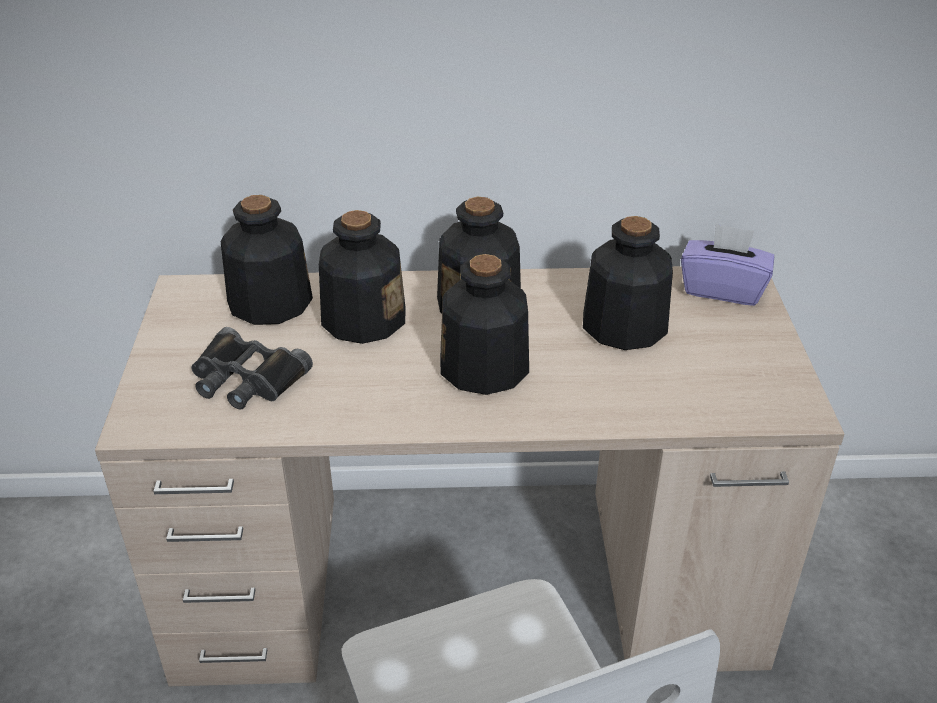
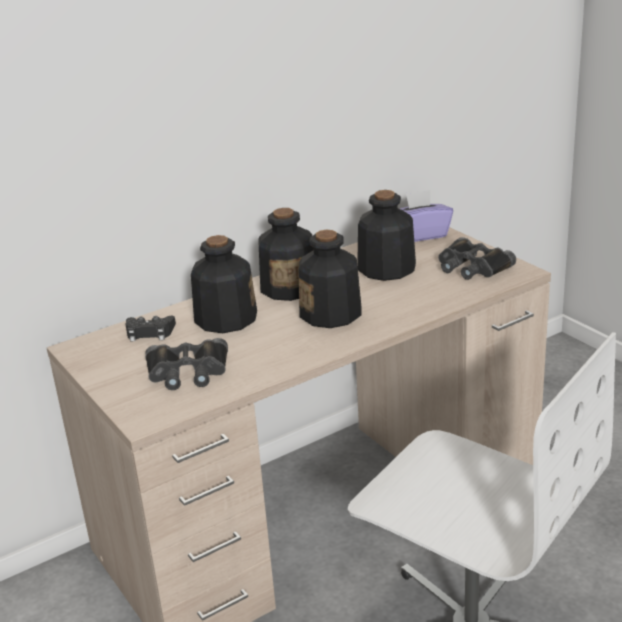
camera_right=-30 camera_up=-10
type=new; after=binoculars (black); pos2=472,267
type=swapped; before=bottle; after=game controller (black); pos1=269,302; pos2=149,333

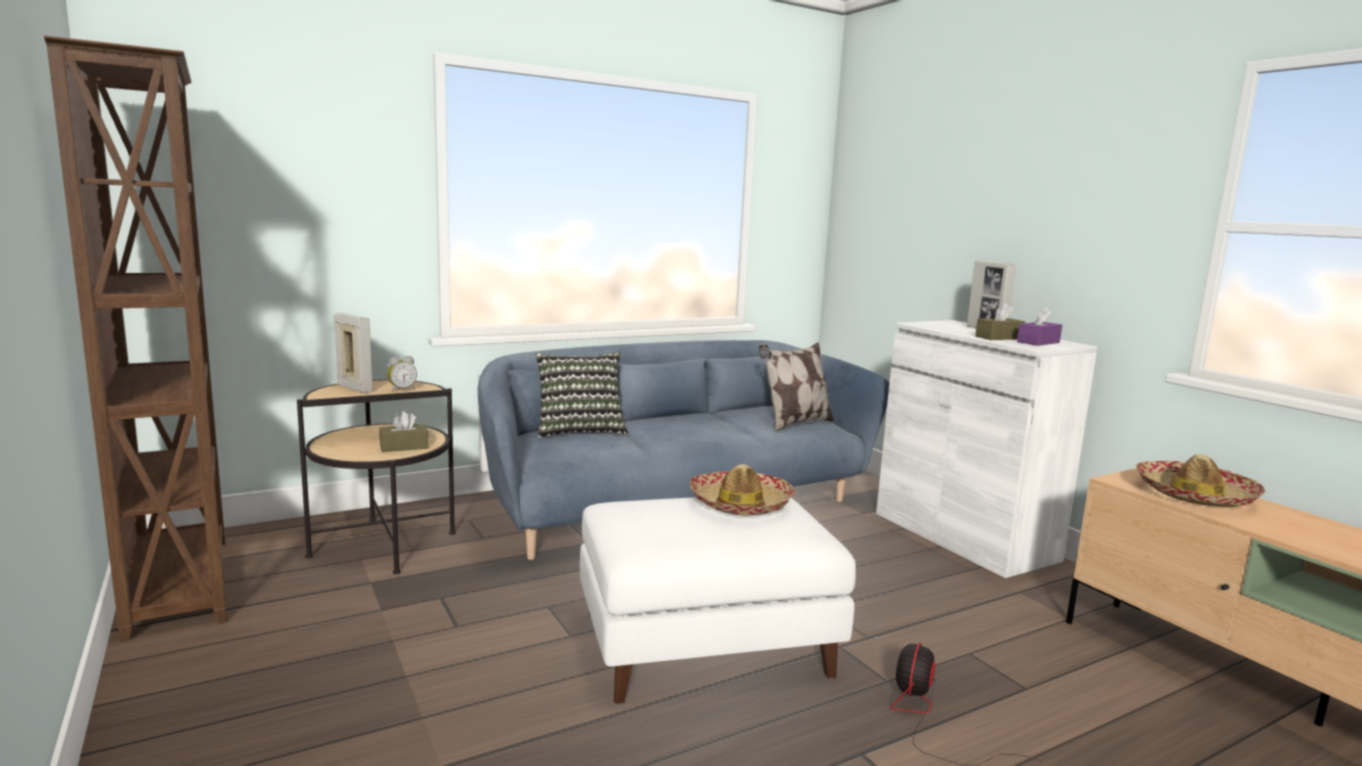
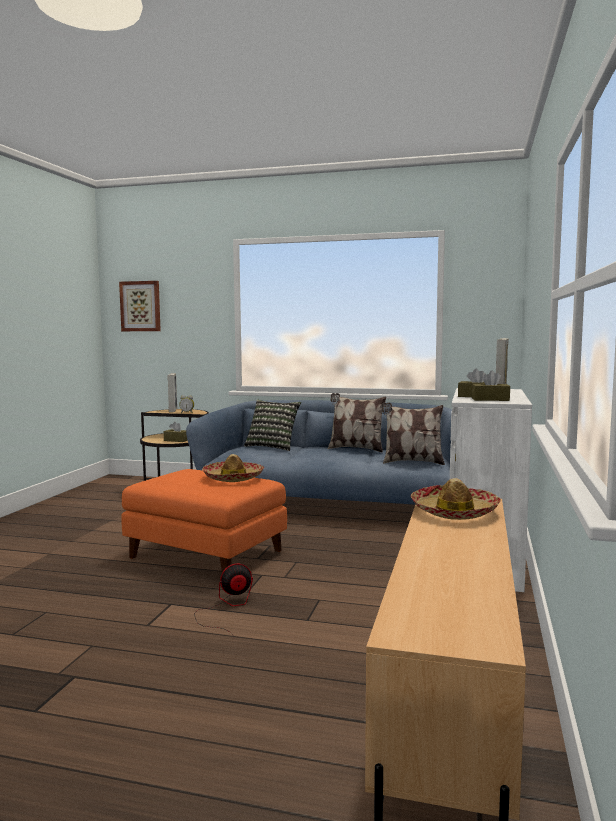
camera_right=45 camera_up=-5
type=gone; before=bookcase (brown); pos1=182,584
type=new; after=picture; pos2=140,306
type=new; after=pillow; pos2=355,449
type=repainted; before=ottoman (white); after=ottoman (orange); pos1=707,644; pos2=208,555
type=repainted; before=tissue box (purple); after=tissue box (brown); pos1=1038,342; pos2=490,399

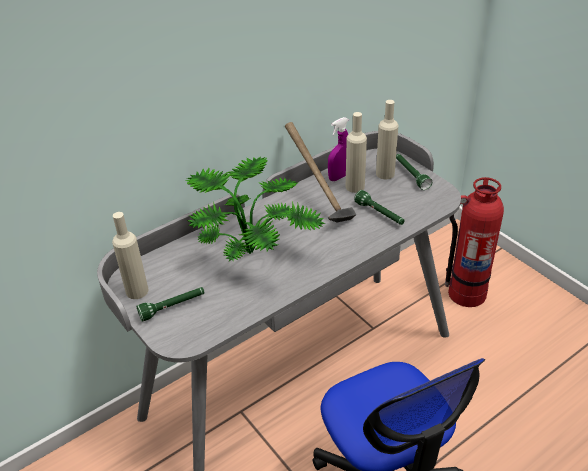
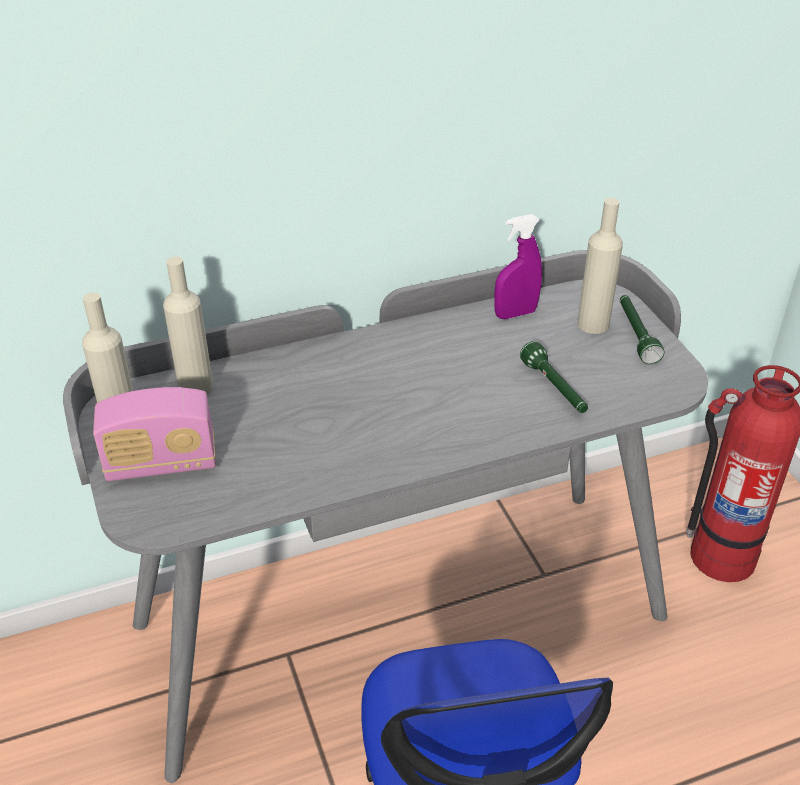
camera_right=15 camera_up=0
type=gone; before=potted plant; pos1=253,247
type=gone; before=hammer; pos1=318,204
type=shifted; before=bottle (beige); pos1=355,186; pos2=196,387
type=swapped; before=flashlight (green); after=radio; pos1=173,307; pos2=161,464

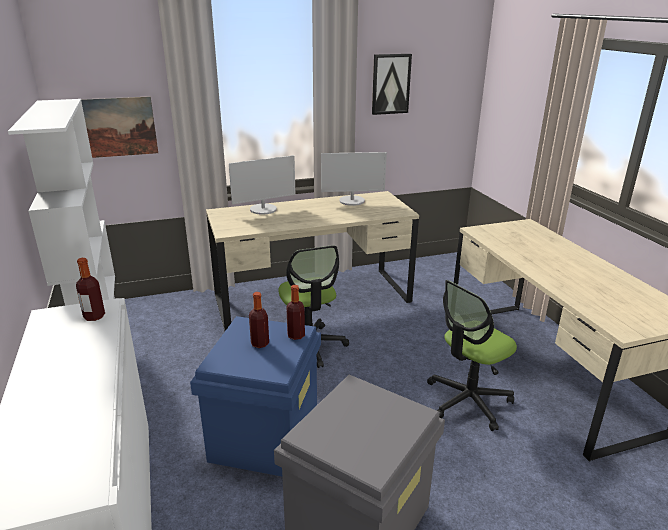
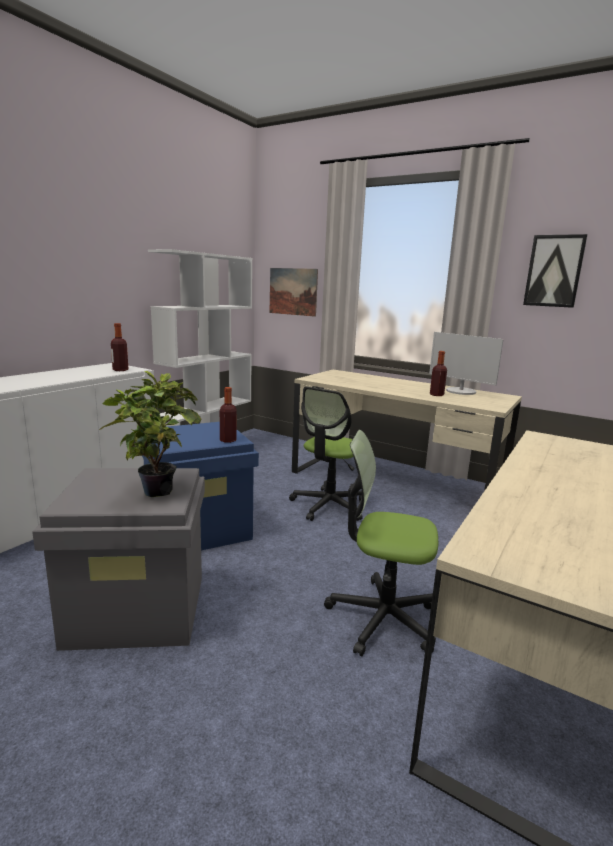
camera_right=50 camera_up=-10
type=gone; before=monitor; pos1=263,209
type=new; after=potted plant; pos2=156,489
type=shifted; before=bottle; pos1=260,343; pos2=436,395

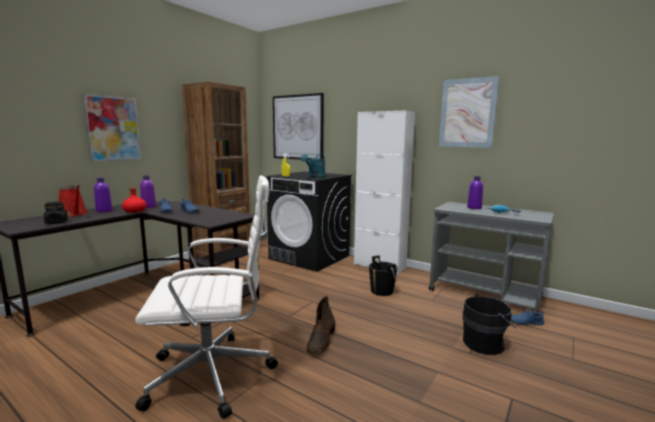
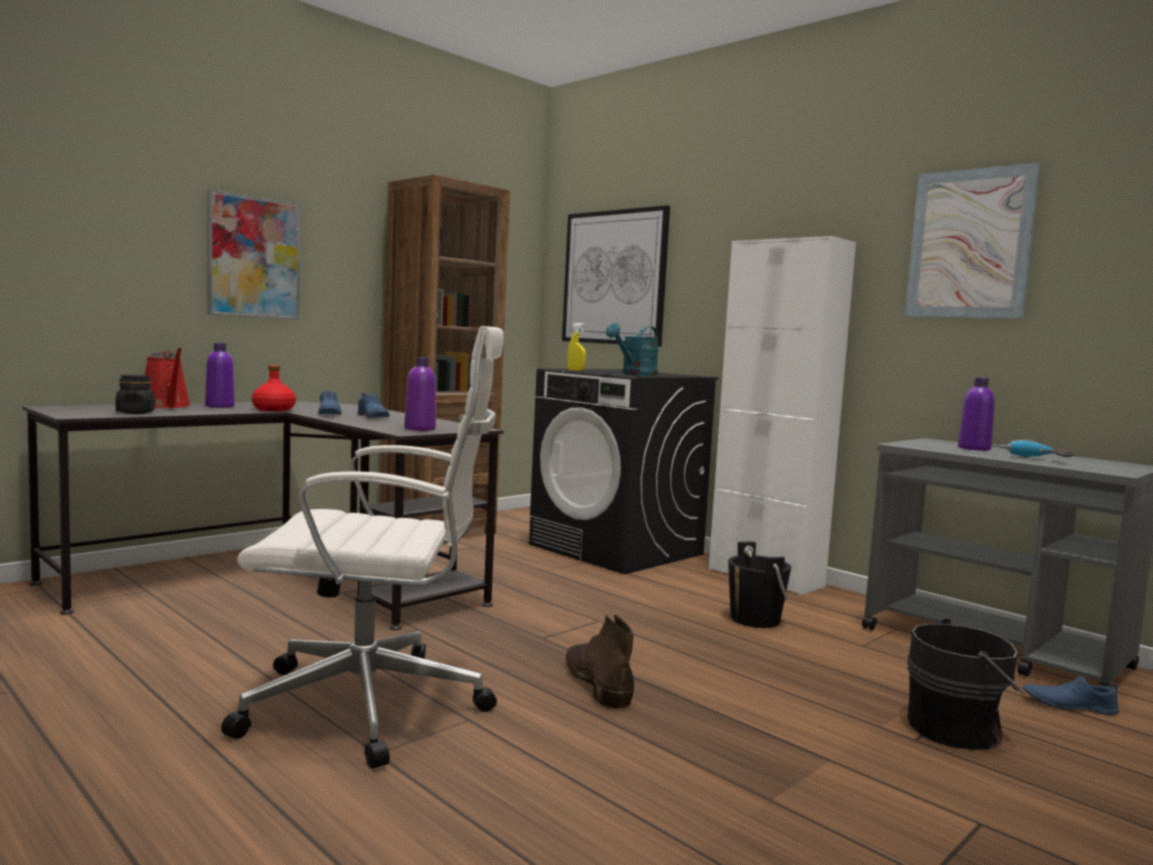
camera_right=10 camera_up=-5
type=shifted; before=bottle (purple); pos1=148,206; pos2=419,429
type=rotated; before=boot (brown); pos1=321,341; pos2=596,683; turn=135

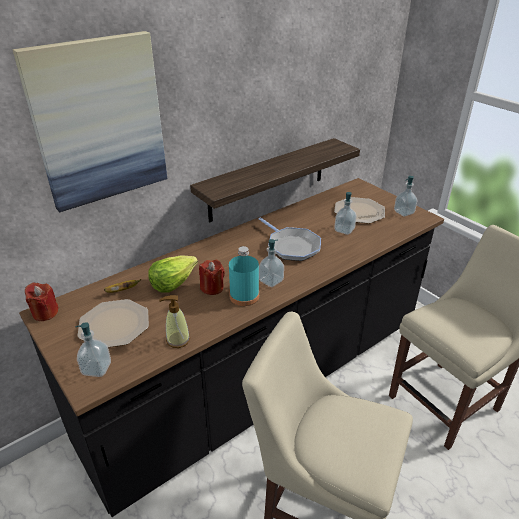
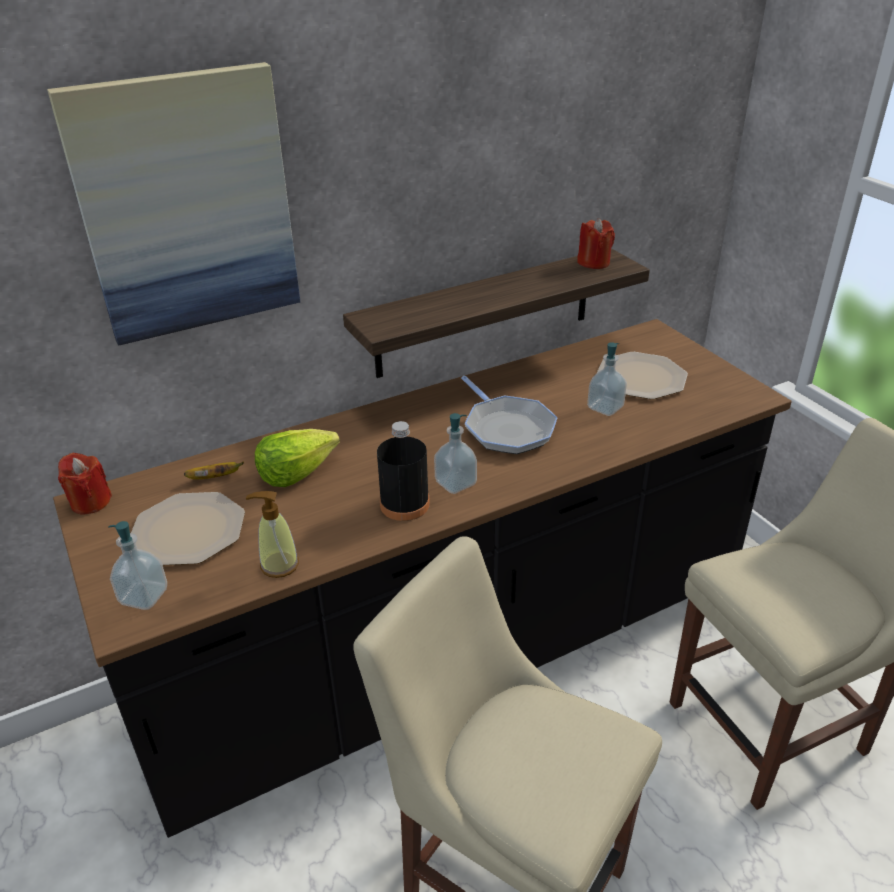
camera_right=10 camera_up=0
type=gone; before=soap dispenser; pos1=404,212
type=shifted; before=candle (red); pos1=212,288; pos2=594,263
type=repainted; before=bottle (turquoise); after=bottle (black); pos1=244,296; pos2=404,504

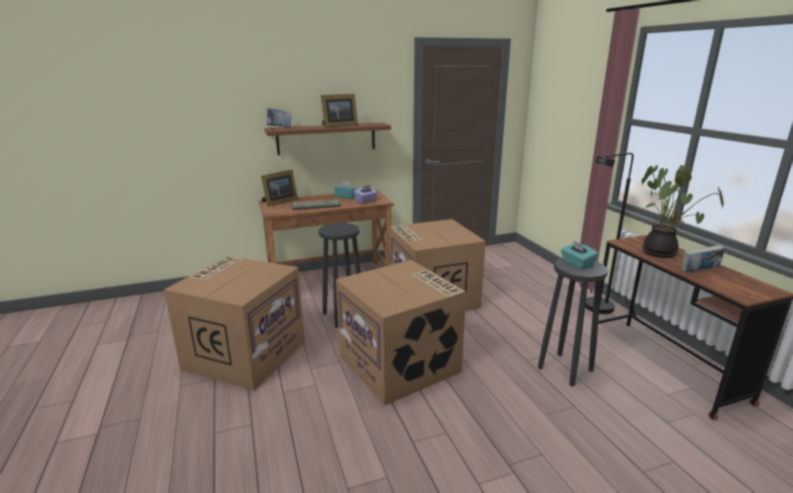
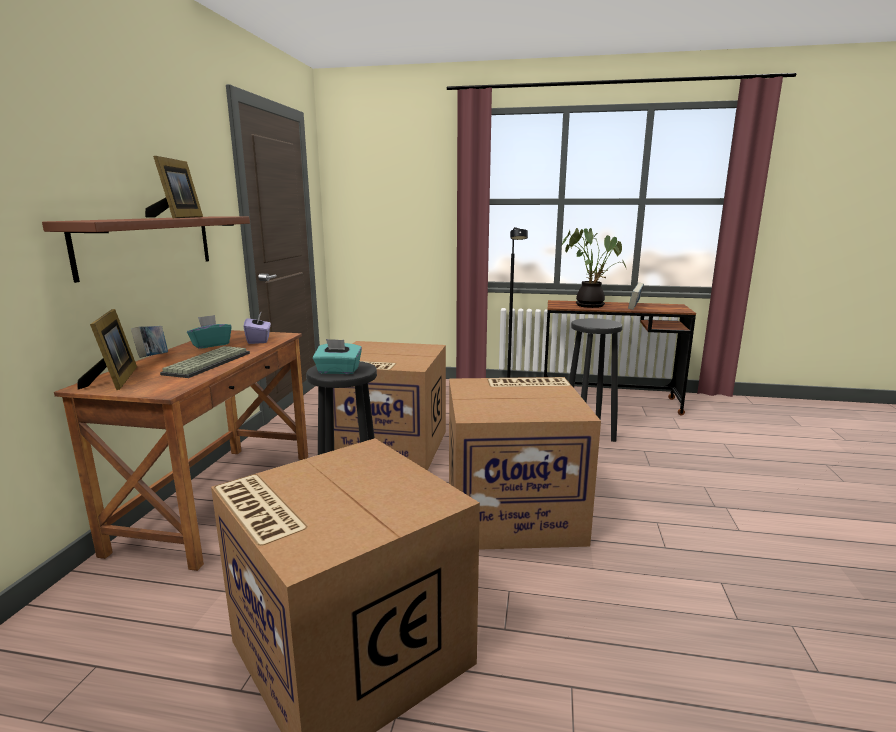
camera_right=-60 camera_up=-5
type=shifted; before=book; pos1=279,128; pos2=153,358
type=shifted; before=tissue box (turquoise); pos1=577,264; pos2=338,371

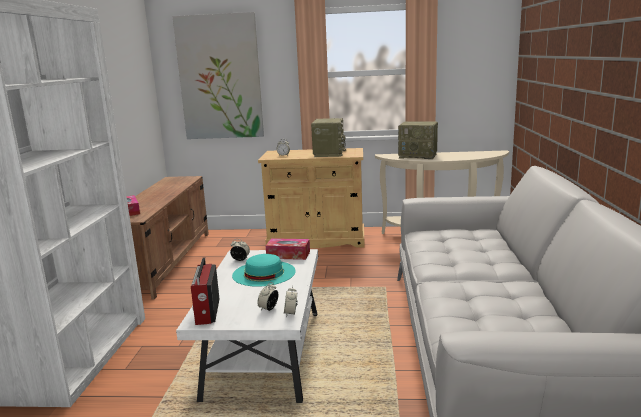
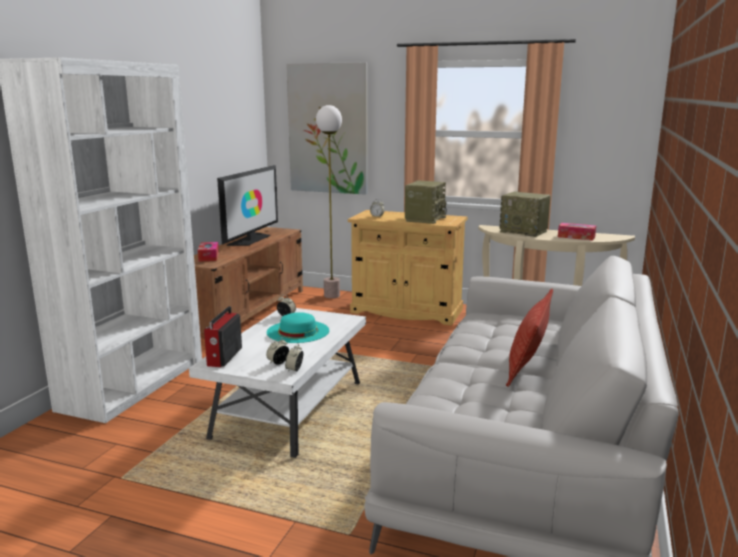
camera_right=15 camera_up=0
type=new; after=television; pos2=251,239
type=new; after=floor lamp; pos2=332,295
type=new; after=pillow; pos2=527,364
type=shifted; before=tissue box; pos1=288,255; pos2=576,237

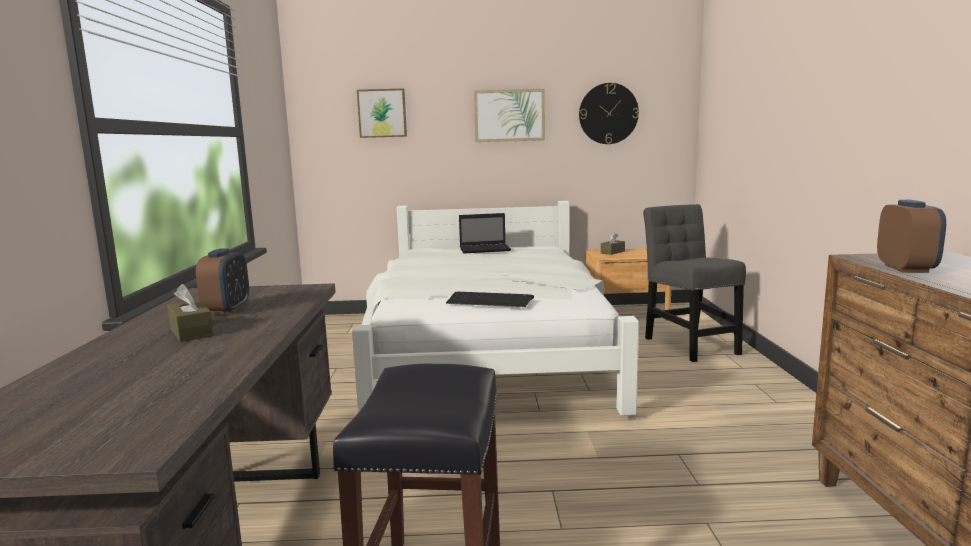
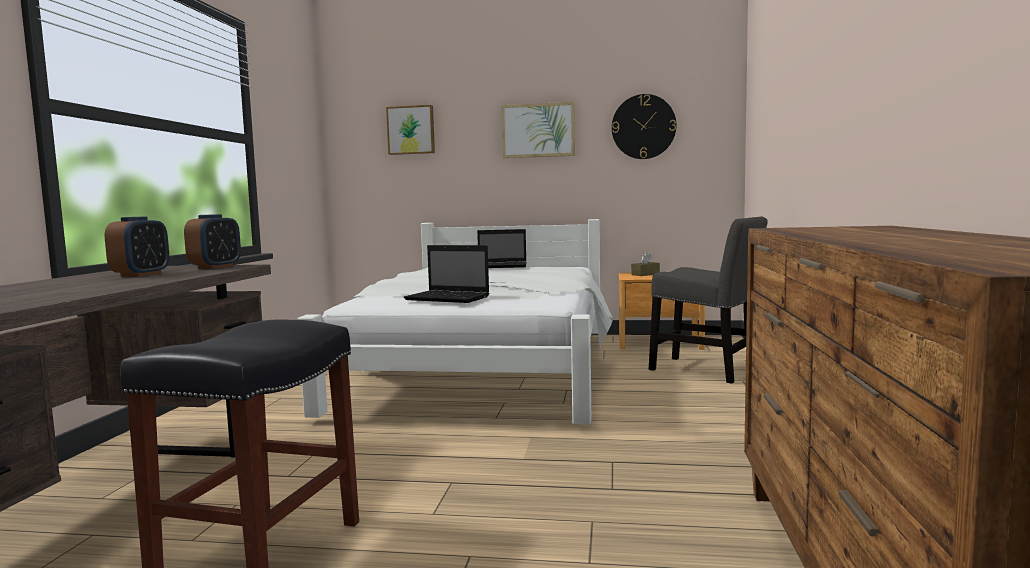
camera_right=10 camera_up=-5
type=gone; before=tissue box (brown); pos1=191,332
type=shifted; before=alarm clock; pos1=906,268; pos2=215,267
type=swapped; before=keyboard; after=laptop; pos1=489,301; pos2=449,298
type=rotated; before=chair (grey); pos1=689,344; pos2=707,370; turn=135

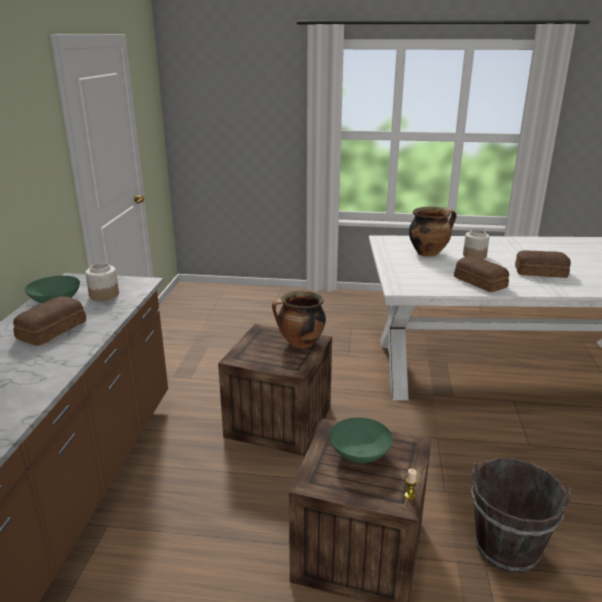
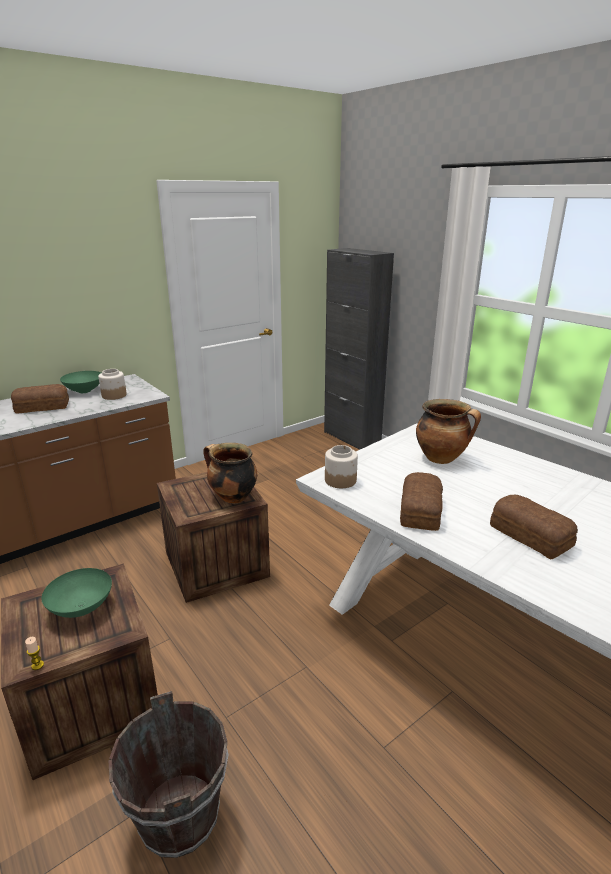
camera_right=45 camera_up=0
type=new; after=cabinet (black); pos2=351,438
type=shifted; before=jar; pos1=474,255; pos2=340,480

